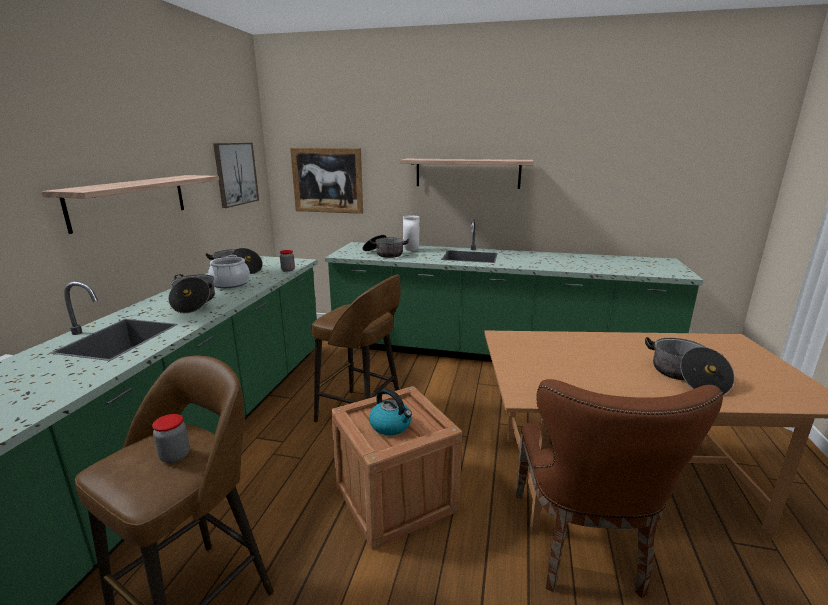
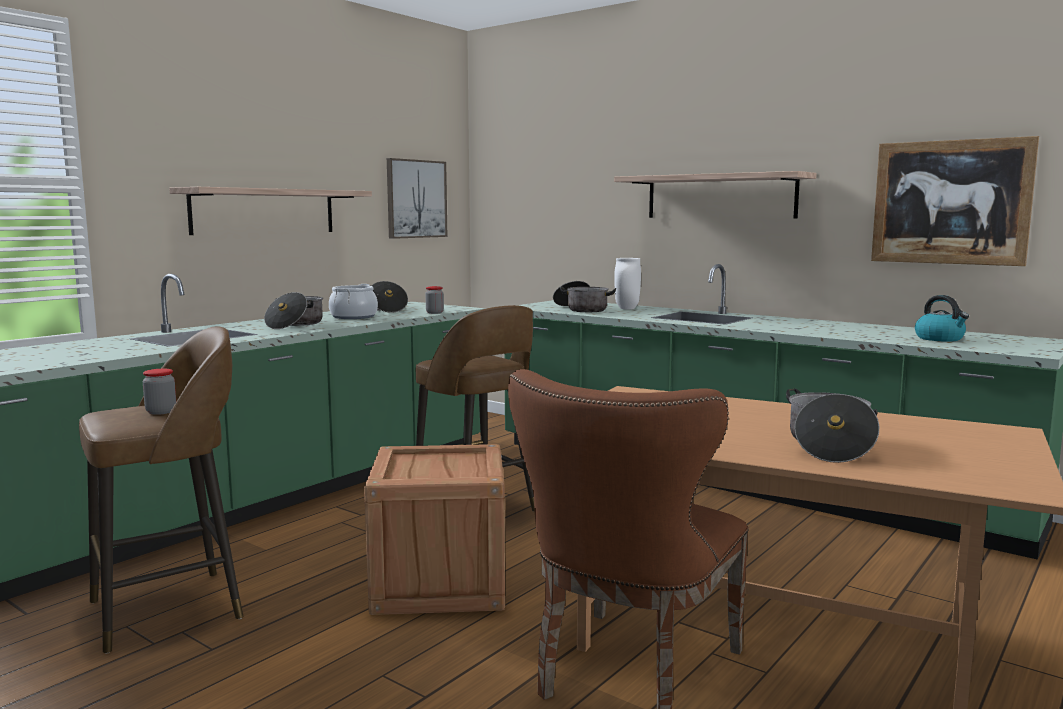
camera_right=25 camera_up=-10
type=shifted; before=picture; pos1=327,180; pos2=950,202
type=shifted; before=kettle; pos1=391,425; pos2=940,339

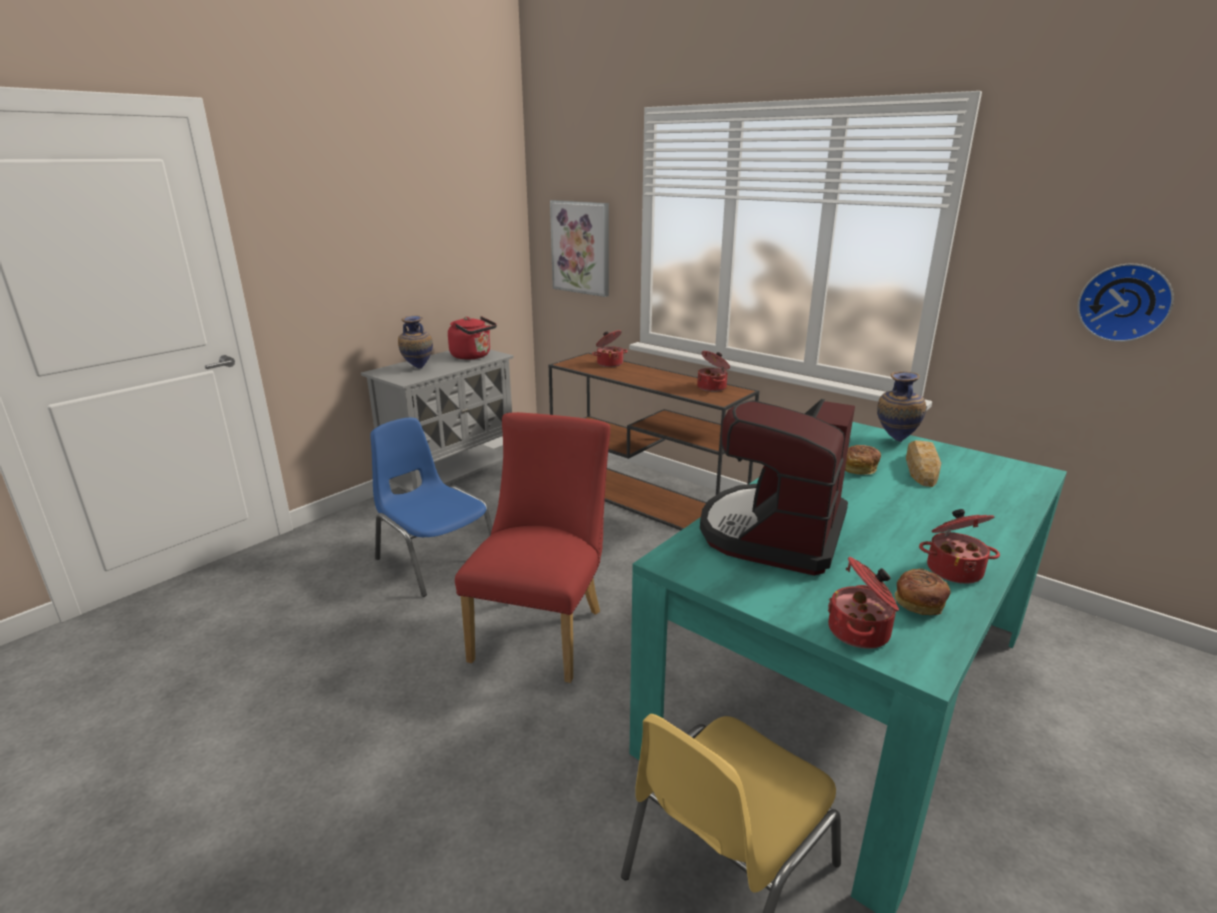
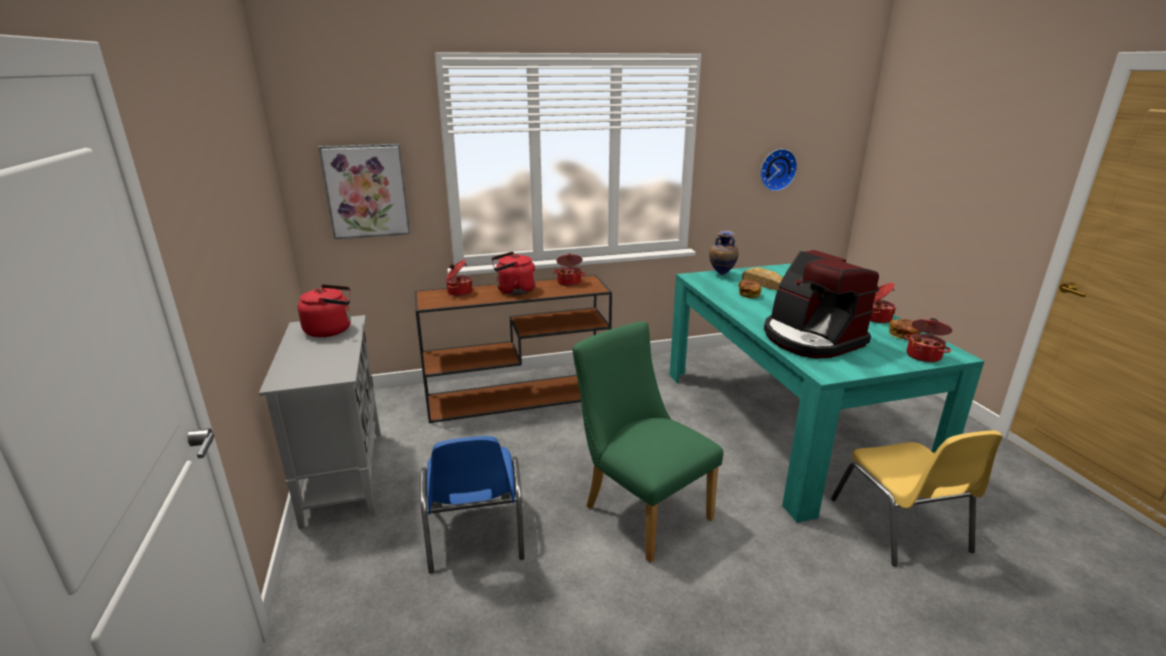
camera_right=-55 camera_up=0
type=gone; before=vase; pos1=417,369
type=new; after=kettle (red); pos2=513,291
type=repainted; before=chair (red); after=chair (green); pos1=543,630; pos2=640,509
type=rotated; before=chair (blue); pos1=435,559; pos2=474,532; turn=-90

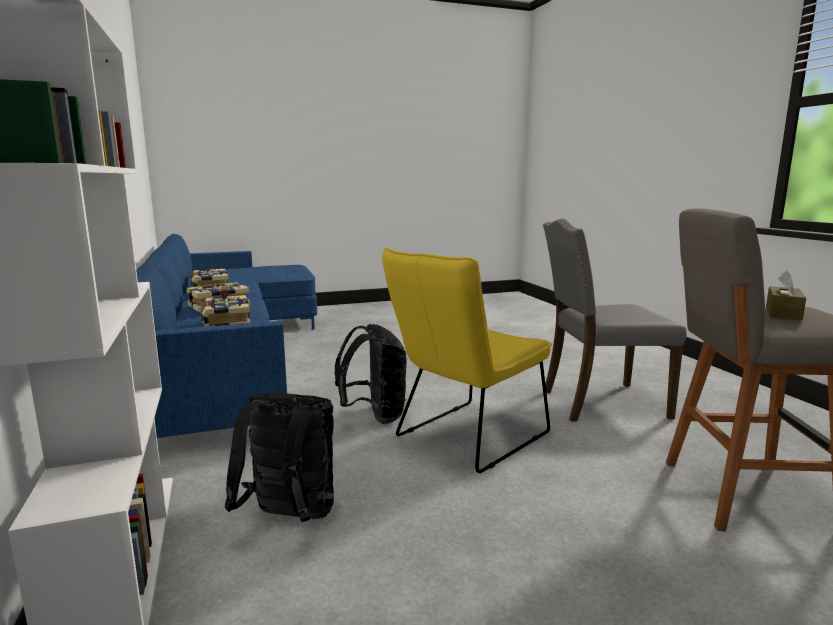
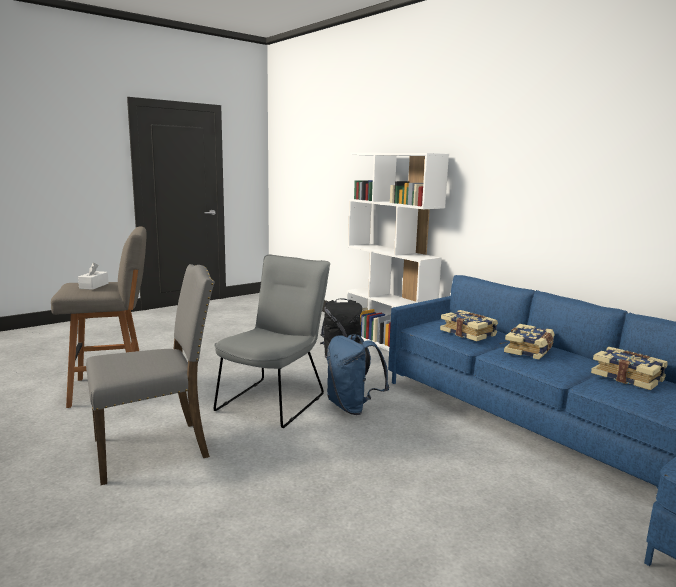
camera_right=160 camera_up=0
type=repainted; before=backpack (black); after=backpack (blue); pos1=374,415; pos2=352,407
type=repainted; before=chair (yellow); after=chair (grey); pos1=465,438; pos2=275,399
type=repainted; before=tissue box (brown); after=tissue box (white); pos1=783,313; pos2=94,286

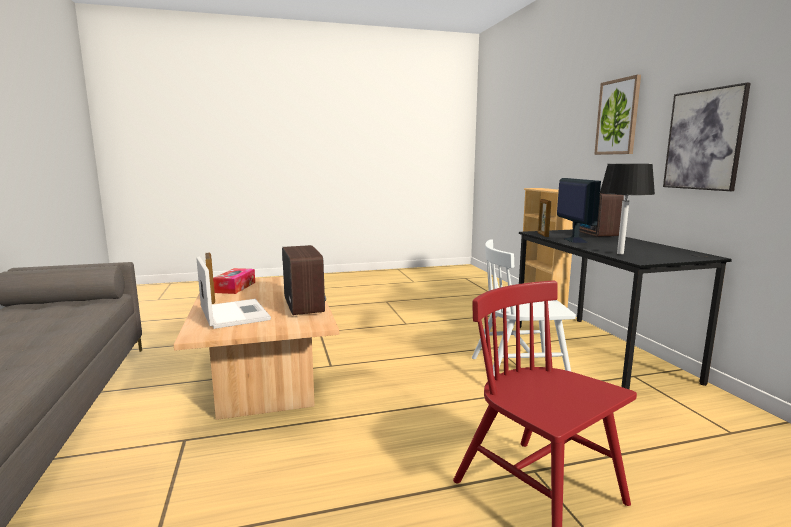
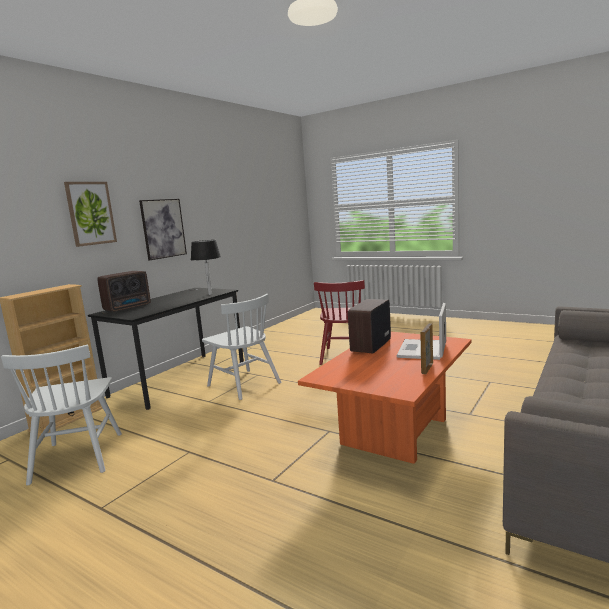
camera_right=-130 camera_up=0
type=gone; before=tissue box; pos1=235,287
type=gone; before=picture frame; pos1=542,235
type=gone; before=monitor; pos1=574,240
type=new; after=chair (white); pos2=77,457
type=repainted; before=coffee table (beige); after=coffee table (orange); pos1=266,386; pos2=394,431

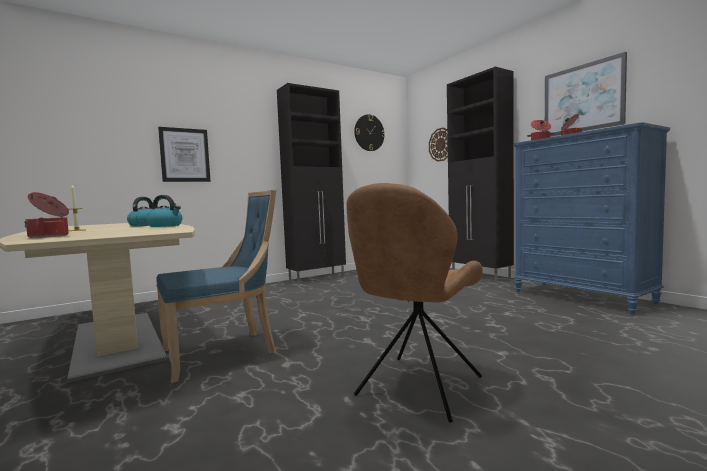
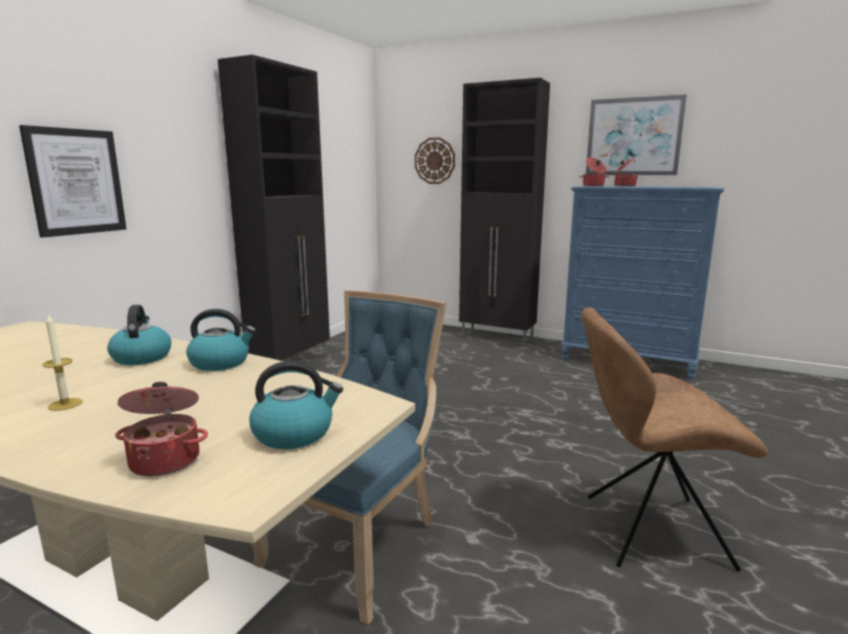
camera_right=-30 camera_up=10
type=gone; before=wall clock; pos1=369,133
type=new; after=kettle; pos2=294,433
type=rotated; before=chair (brown); pos1=417,388; pos2=649,530; turn=90

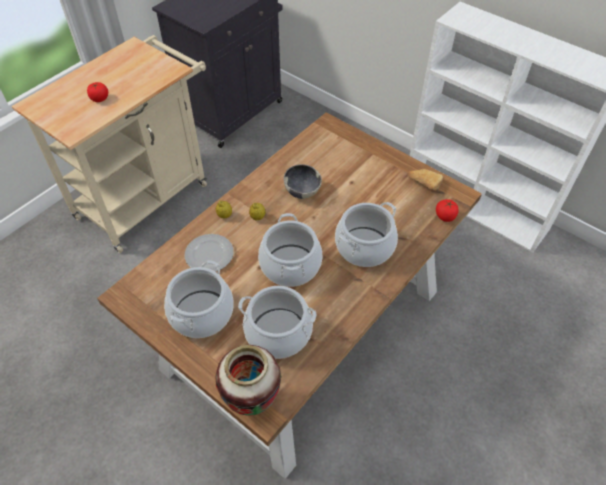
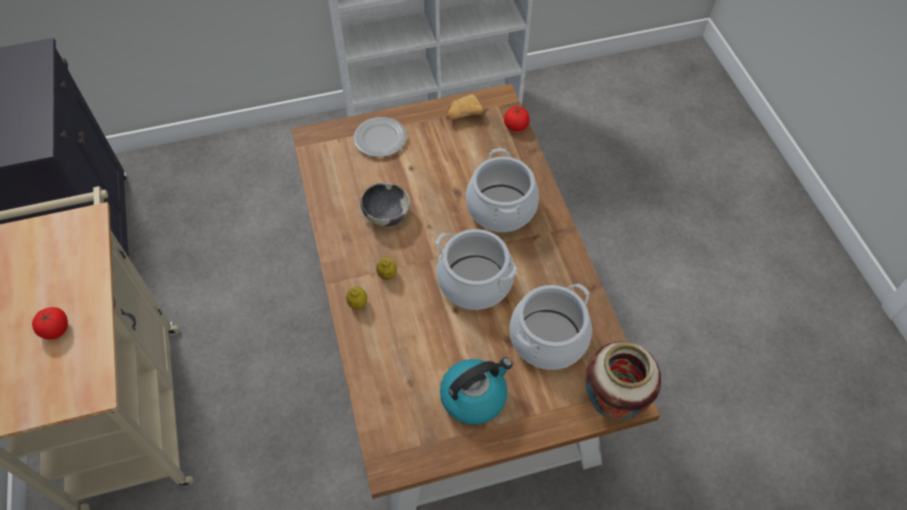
camera_right=-55 camera_up=5
type=shifted; before=plate; pos1=209,254; pos2=379,139
type=swapped; before=cooking pot; after=kettle; pos1=201,313; pos2=474,396

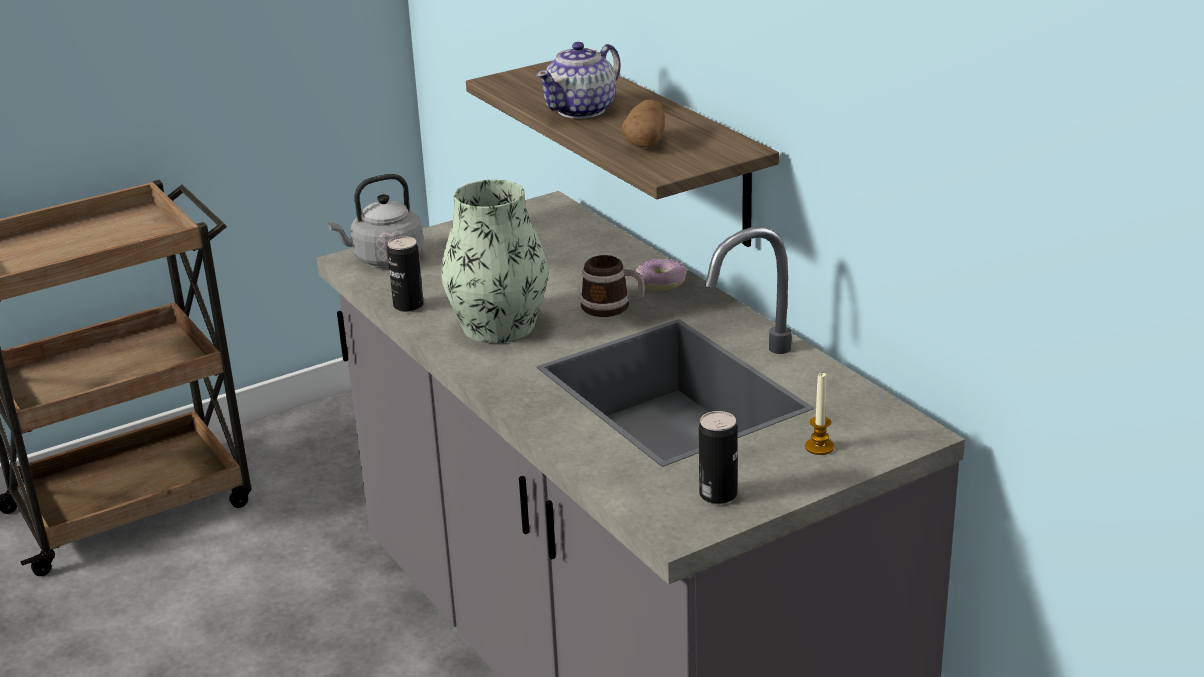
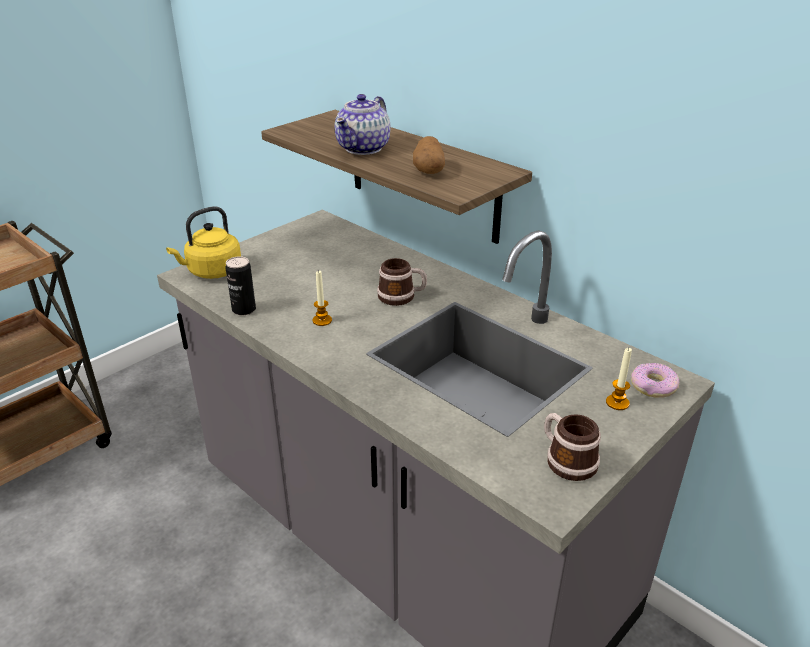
camera_right=-15 camera_up=5
type=shifted; before=donut; pos1=661,282; pos2=653,386
type=swapped; before=vase; after=candle; pos1=499,326; pos2=322,320
type=swapped; before=can; after=mug; pos1=718,495; pos2=566,459
type=repainted; before=kettle (grey); after=kettle (yellow); pos1=384,259; pos2=212,272

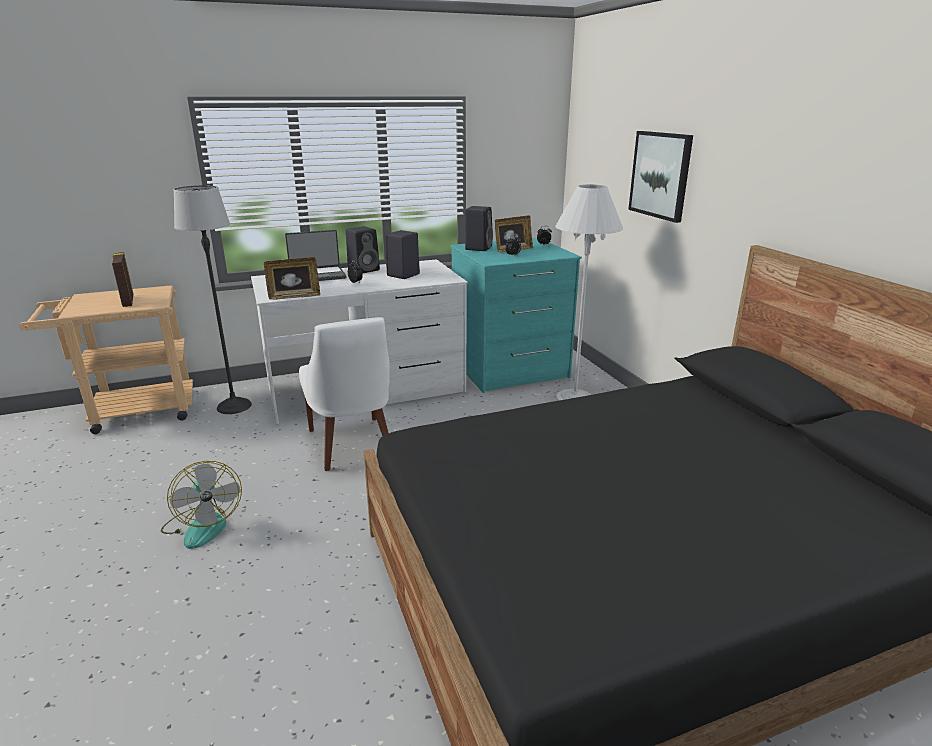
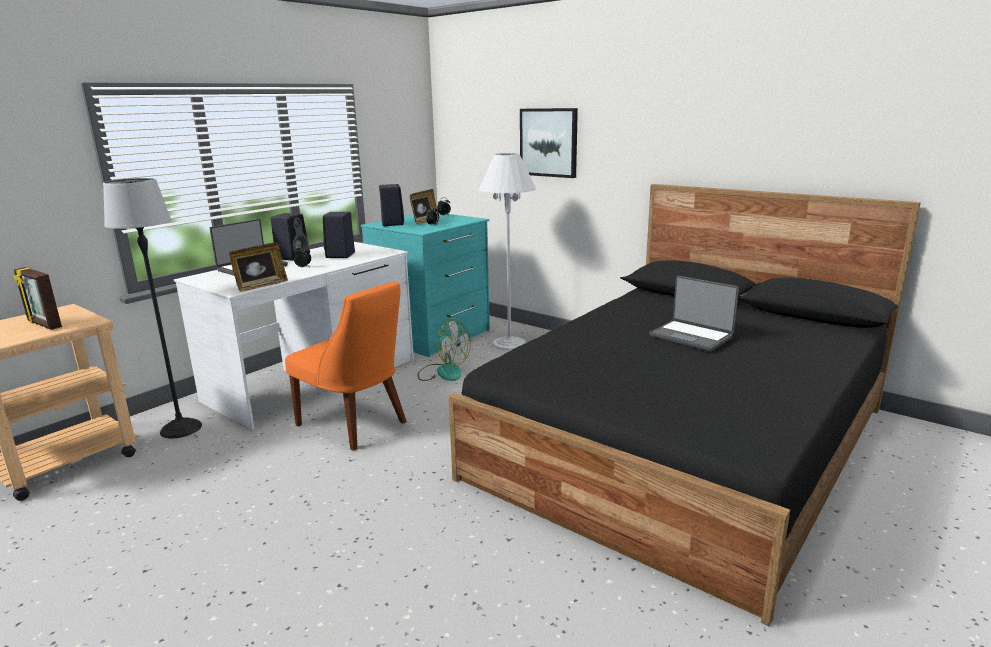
camera_right=-30 camera_up=-5
type=new; after=laptop; pos2=691,336
type=shifted; before=fan; pos1=203,525; pos2=443,372
type=repainted; before=chair (white); after=chair (orange); pos1=352,445; pos2=355,425

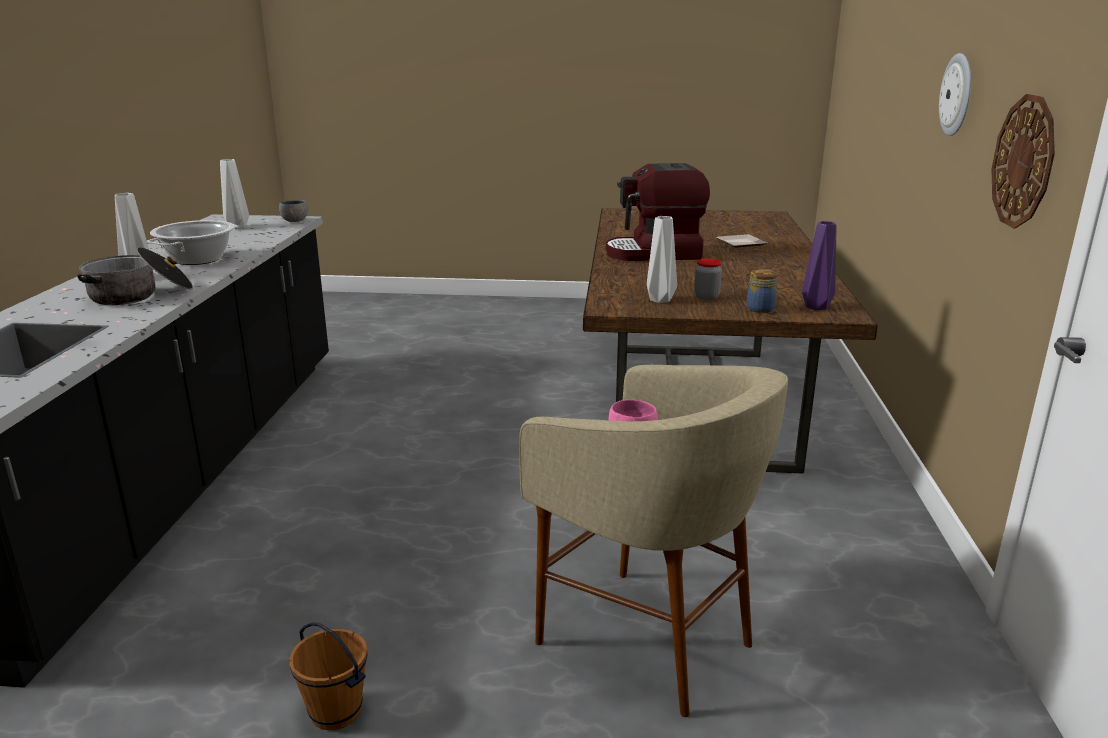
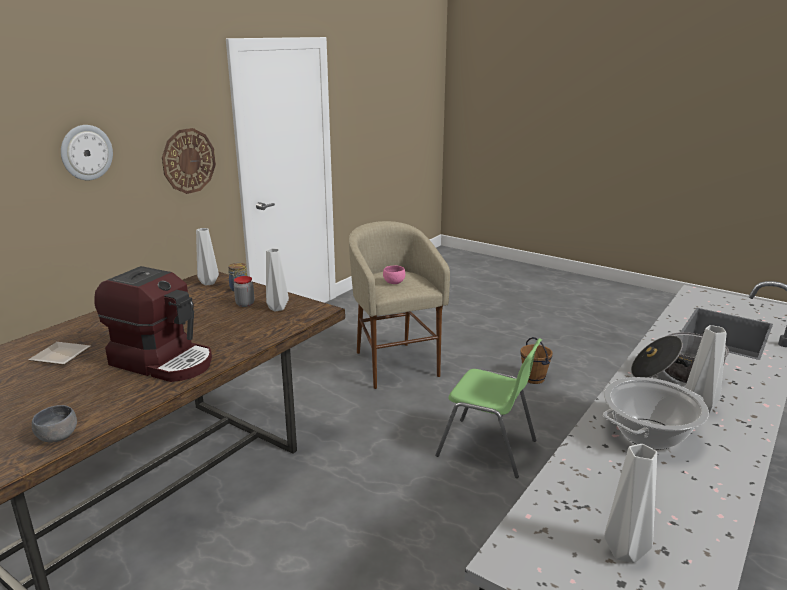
camera_right=-150 camera_up=0
type=new; after=chair (green); pos2=488,448
type=shifted; before=bowl (grey); pos1=295,221; pos2=56,438
type=repainted; before=vase (purple); after=vase (grey); pos1=815,307; pos2=208,283

